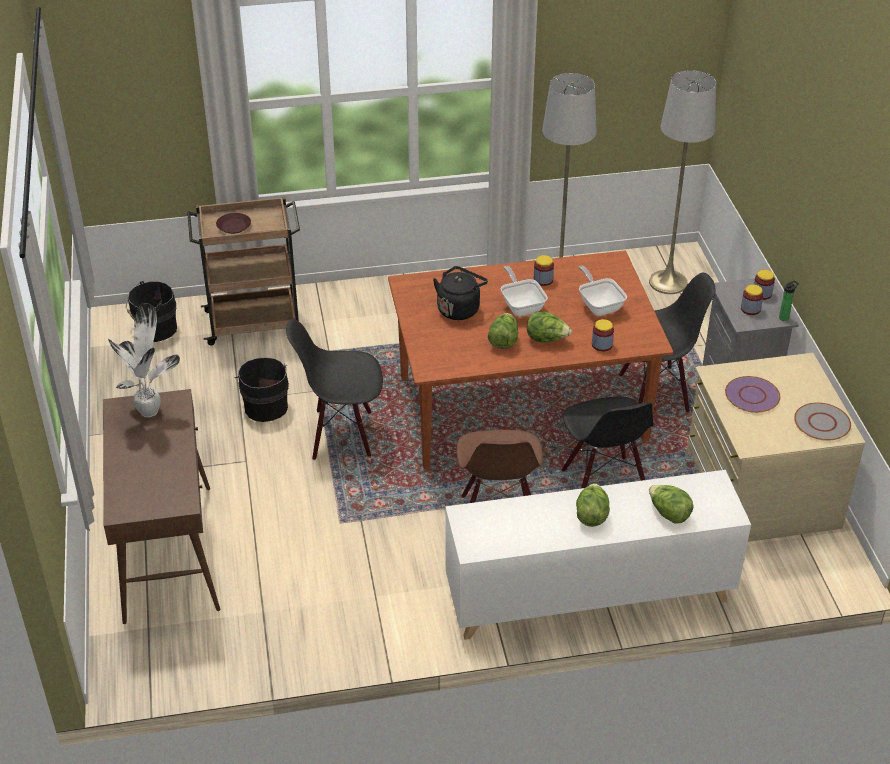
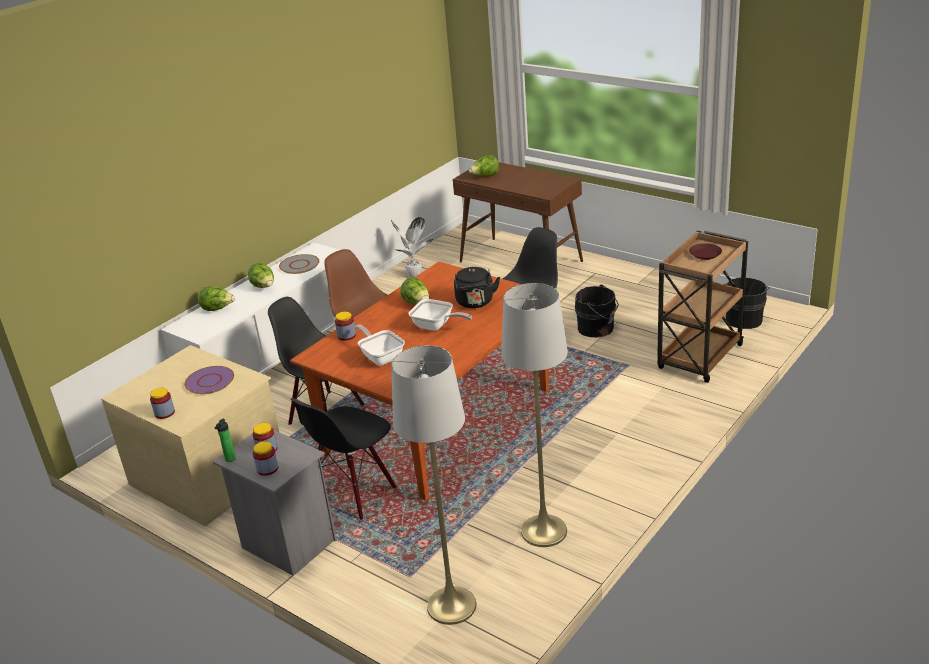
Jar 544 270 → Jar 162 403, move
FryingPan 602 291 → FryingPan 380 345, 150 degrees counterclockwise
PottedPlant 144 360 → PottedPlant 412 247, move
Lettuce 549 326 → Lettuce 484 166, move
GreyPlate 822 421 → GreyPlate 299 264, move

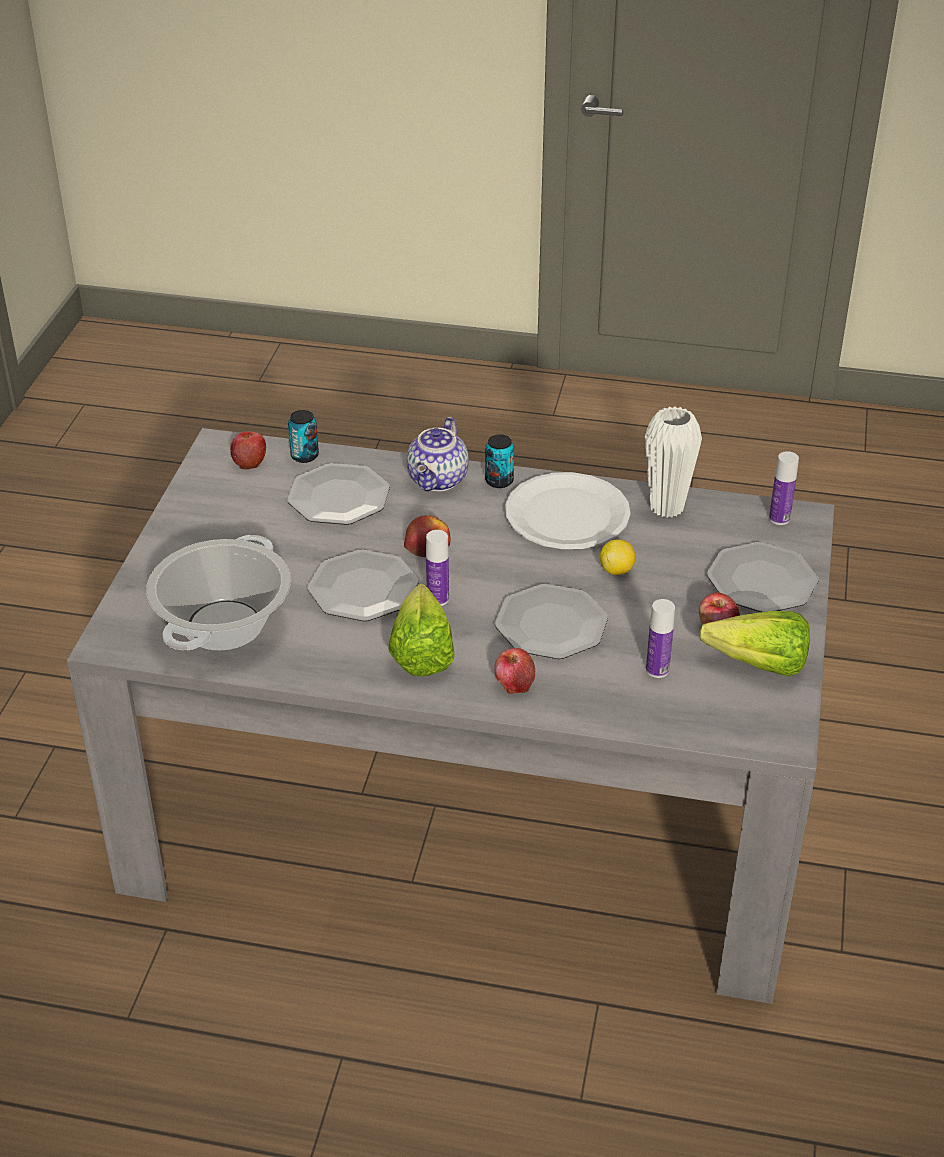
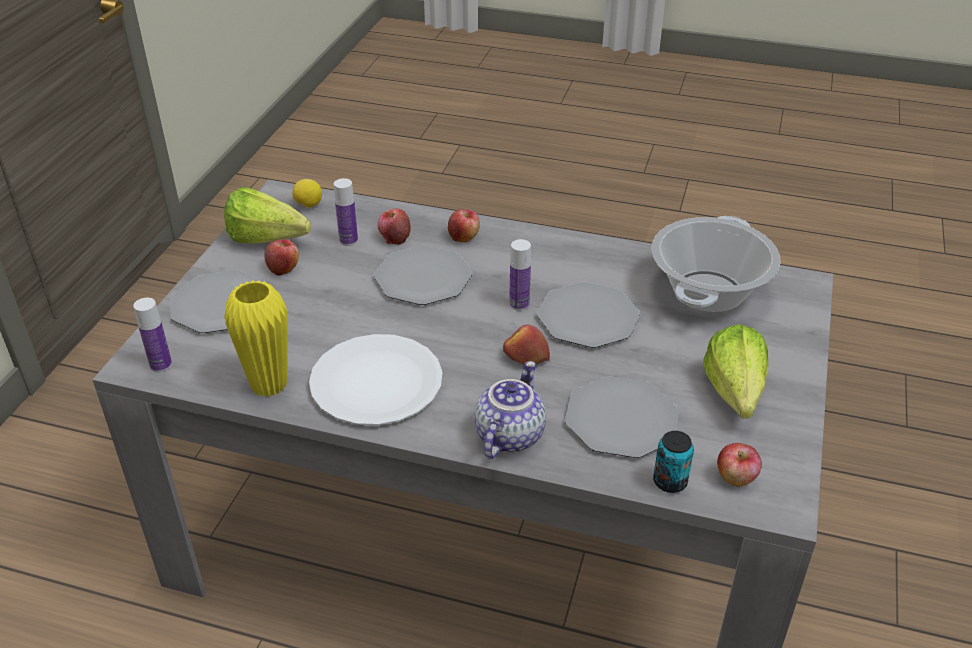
WhiteVase 673 462 → YellowVase 256 338
Can 499 461 → -
Lemon 618 557 → Lemon 307 193, move
Lettuce 422 630 → Lettuce 735 371, move
- → Apple 394 227

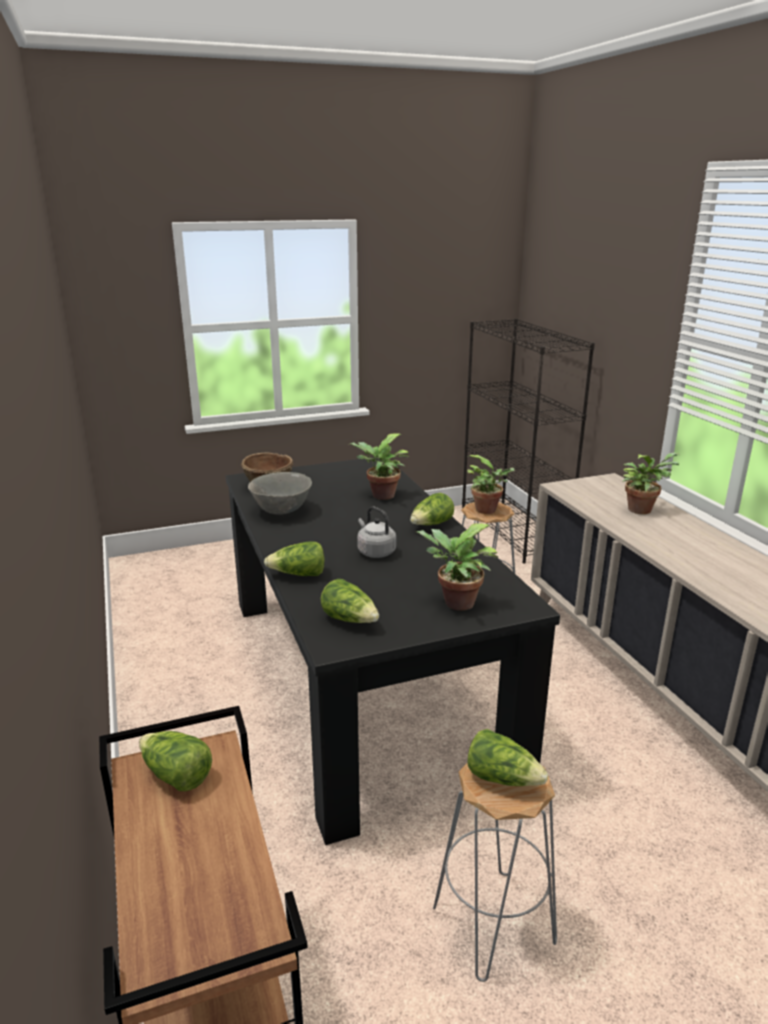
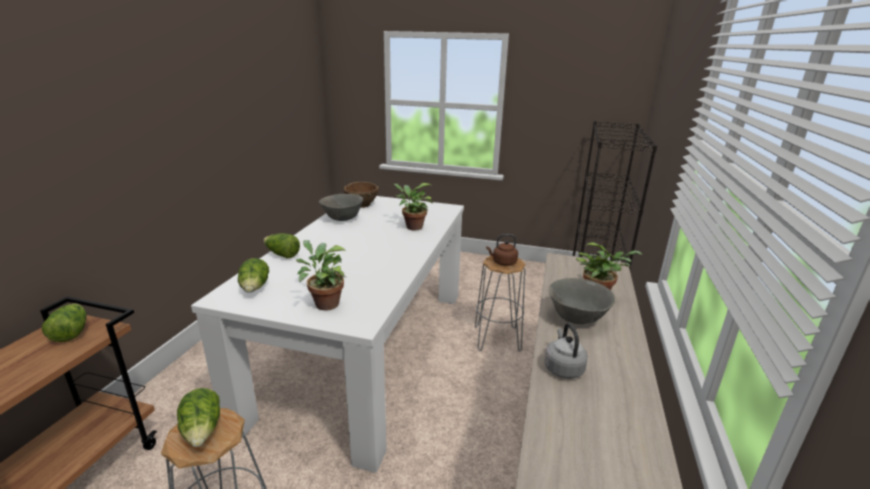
PottedPlant 490 484 → BrownKettle 502 250
BlackDiningTable 393 651 → WhiteDiningTable 327 334
Lettuce 432 509 → -
GreyKettle 376 532 → GreyKettle 566 351, move
- → GreyBowl 581 301

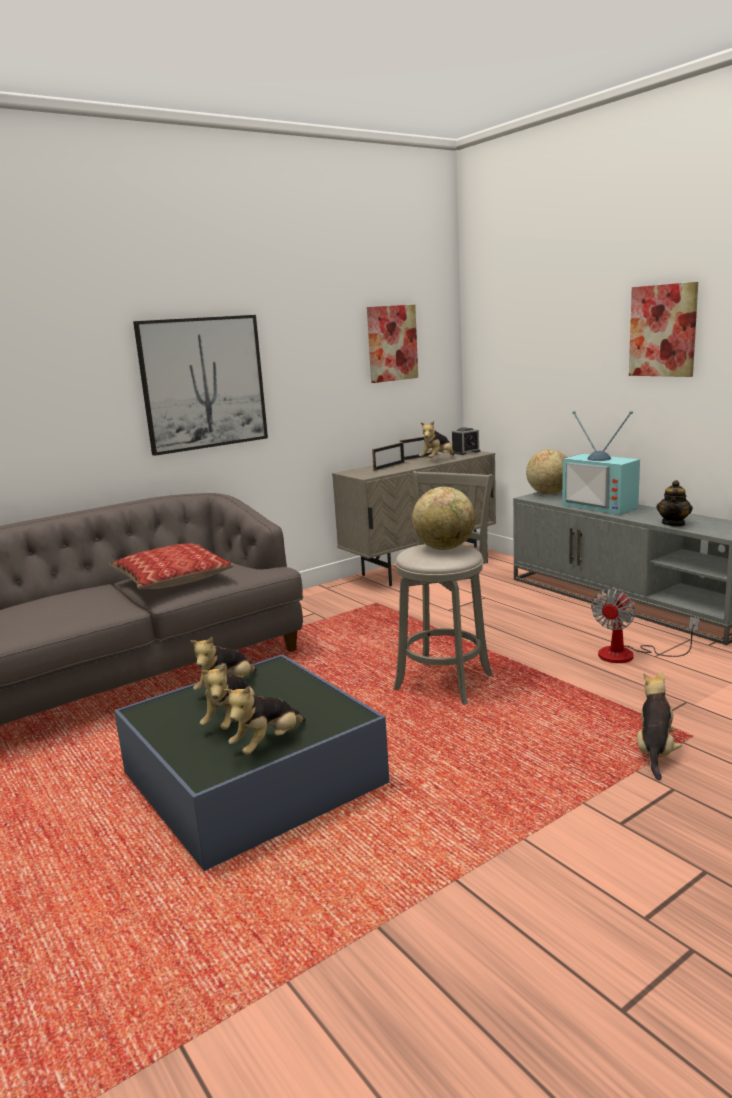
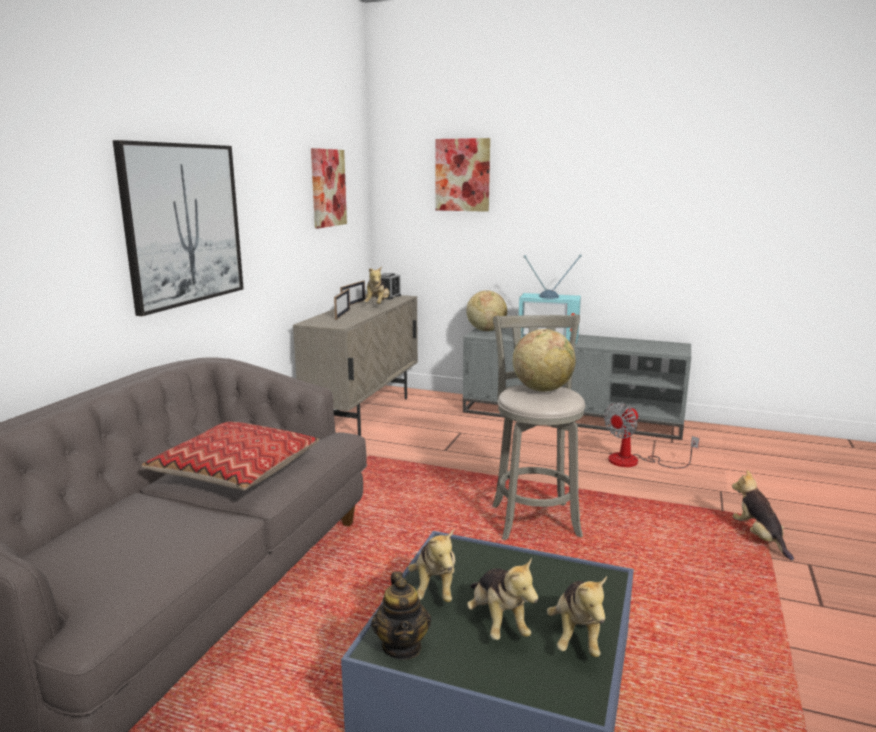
Picture 663 329 → Picture 463 175, move
Teapot 674 503 → Teapot 401 615, move
Fan 645 625 → Fan 651 435, 45 degrees clockwise

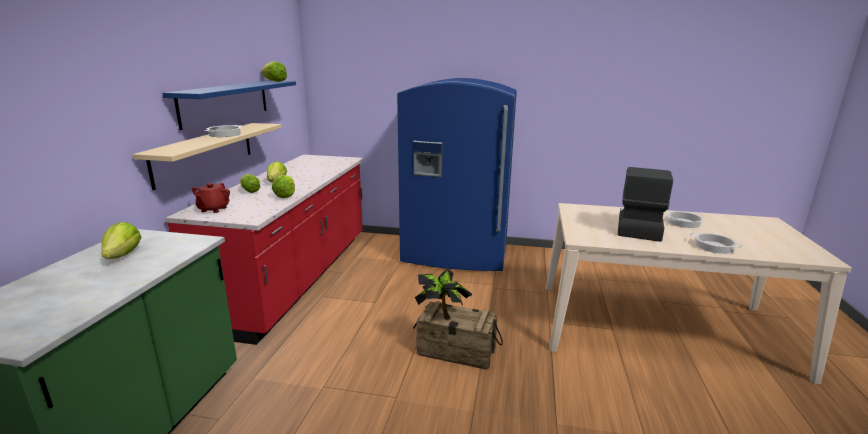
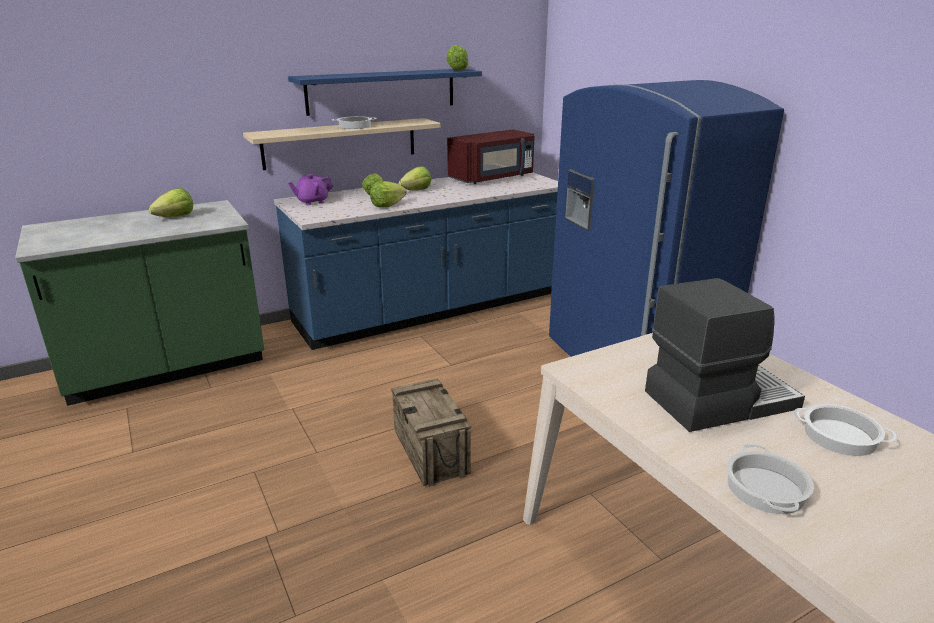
RedCounter 265 250 → BlueCounter 416 261
RedTeapot 211 198 → PurpleTeapot 310 189
PottedPlant 443 294 → -
- → RedMicrowave 490 156

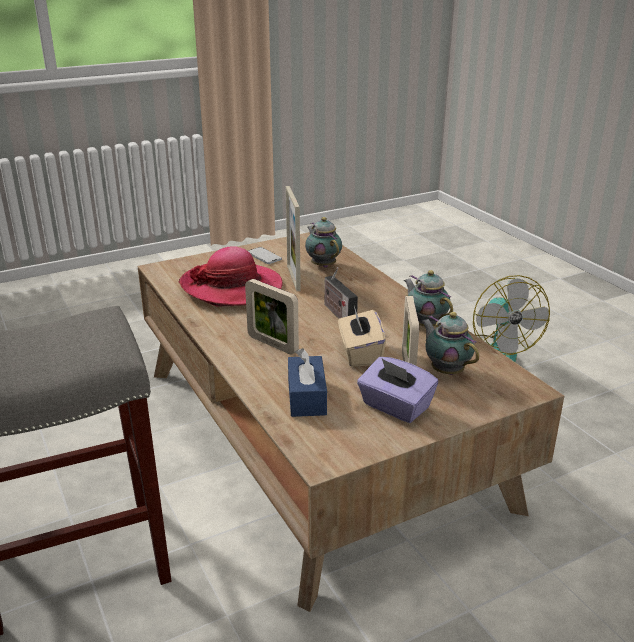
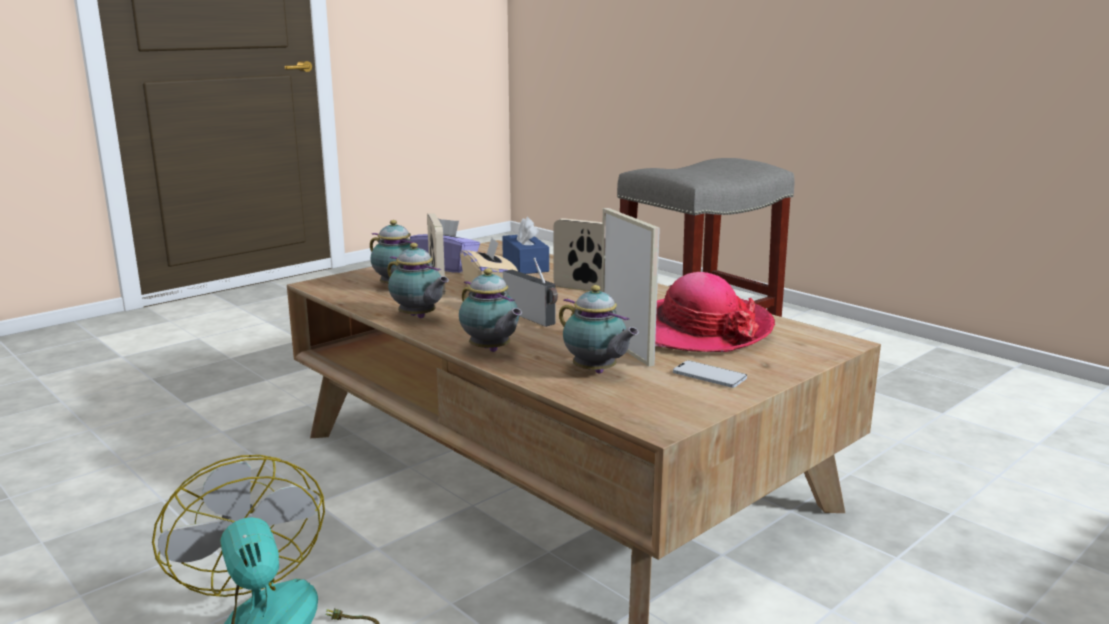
- → Teapot 490 310

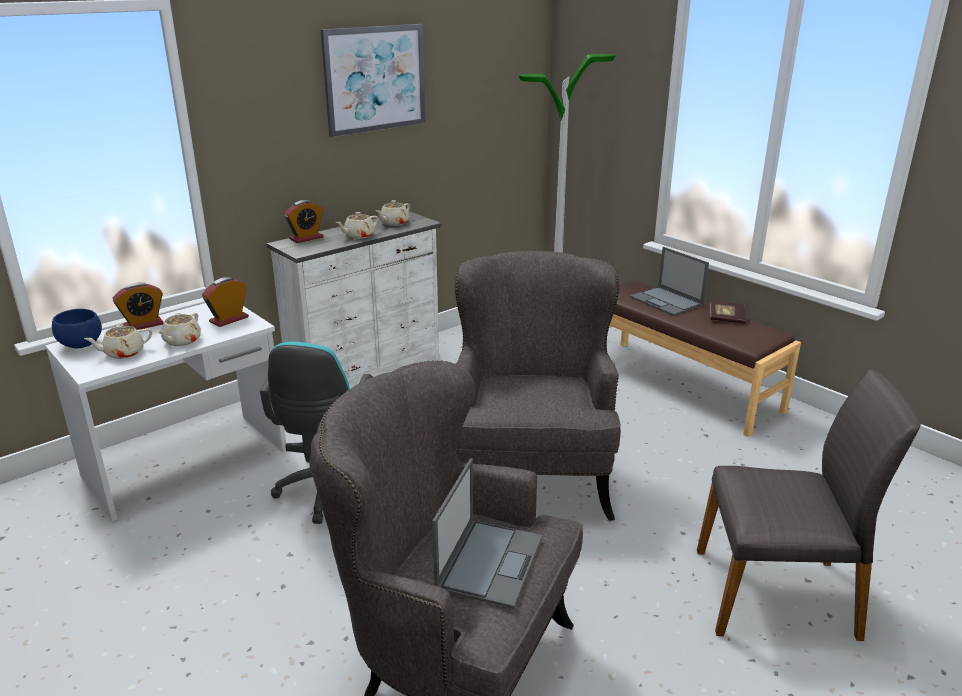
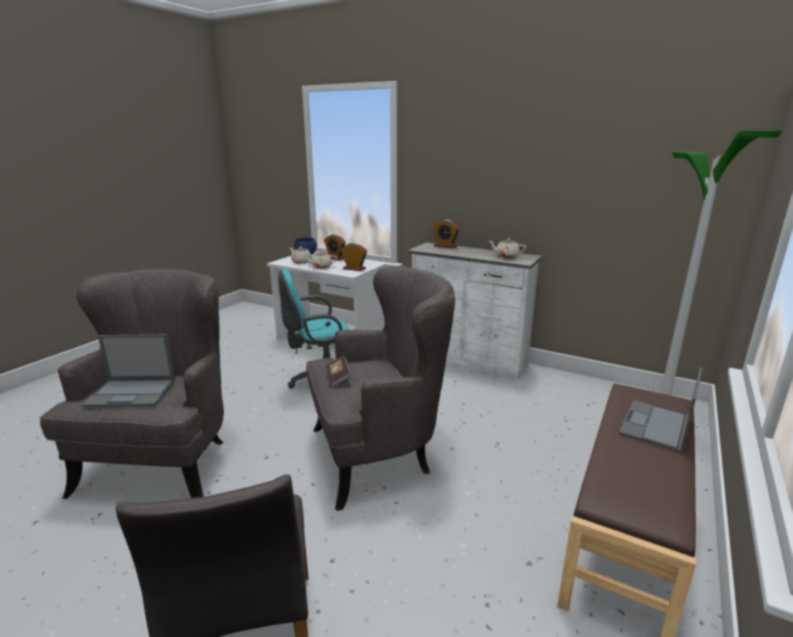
Picture 373 80 → -
BeigeTeapot 357 225 → -
Book 727 312 → Book 338 371, move

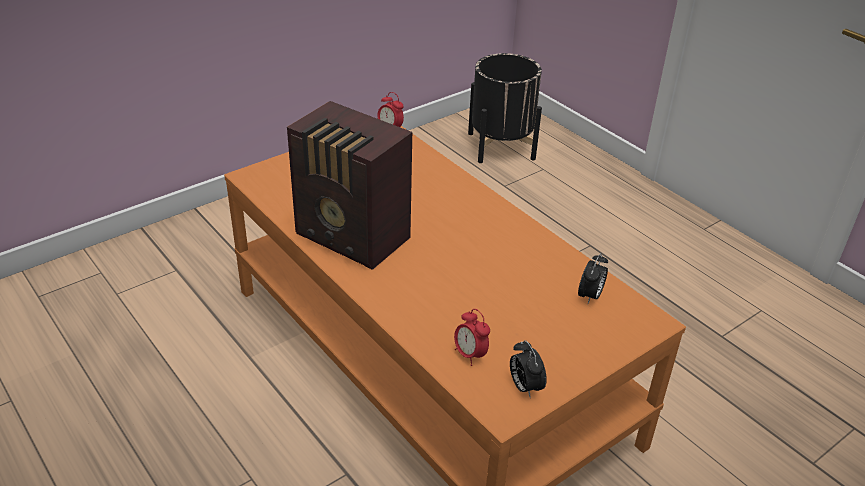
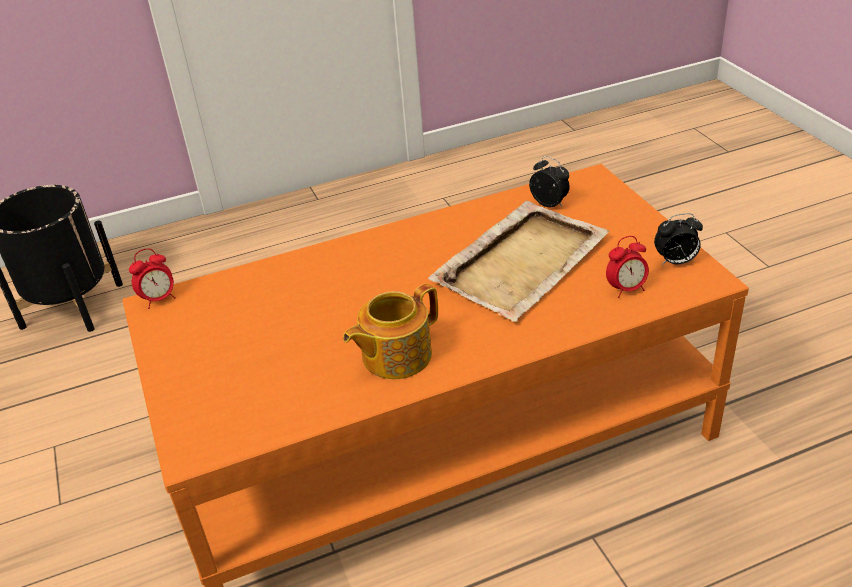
Radio 349 185 → Teapot 390 331
- → BeigeTray 519 261

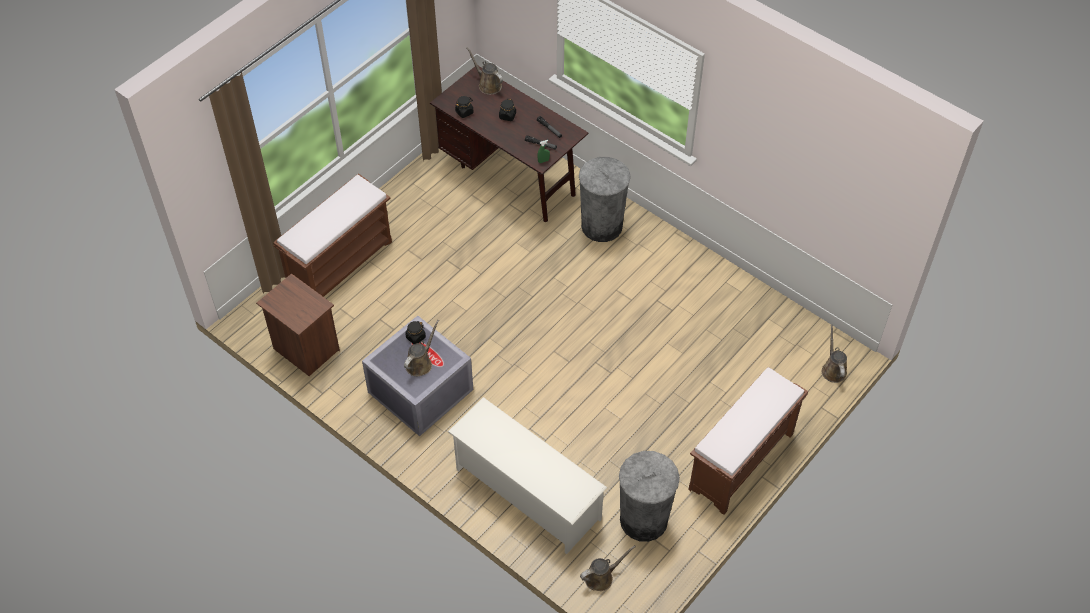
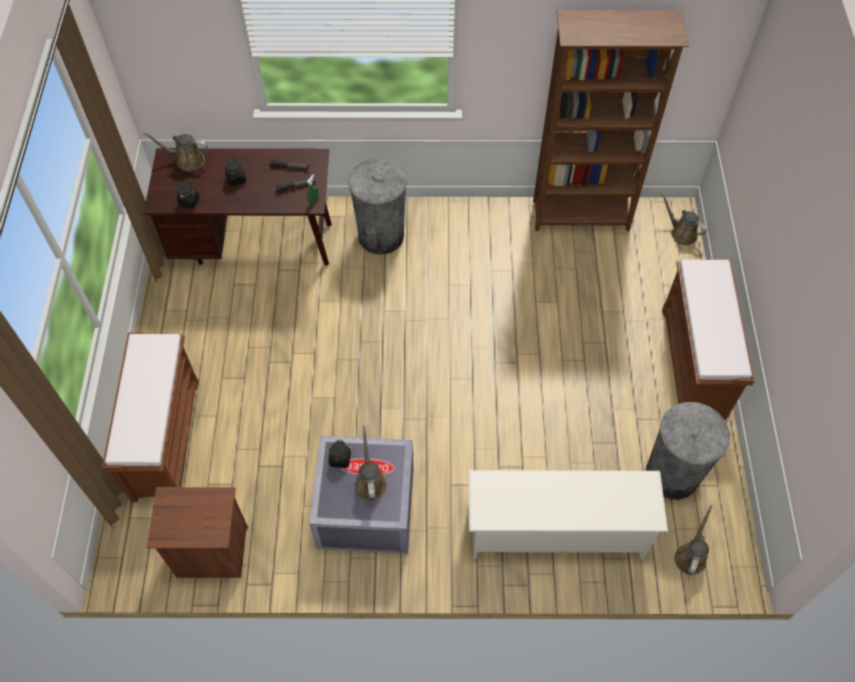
- → BrownBookcase 611 120

